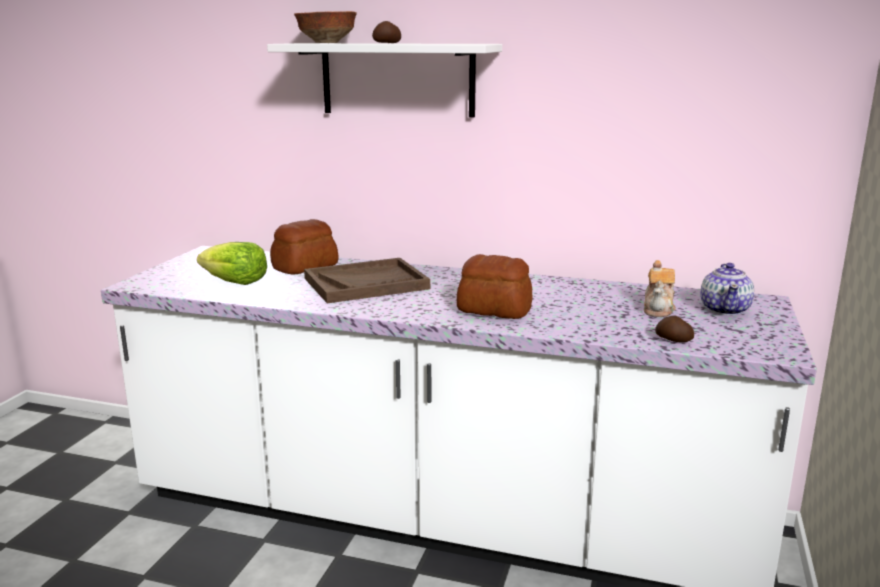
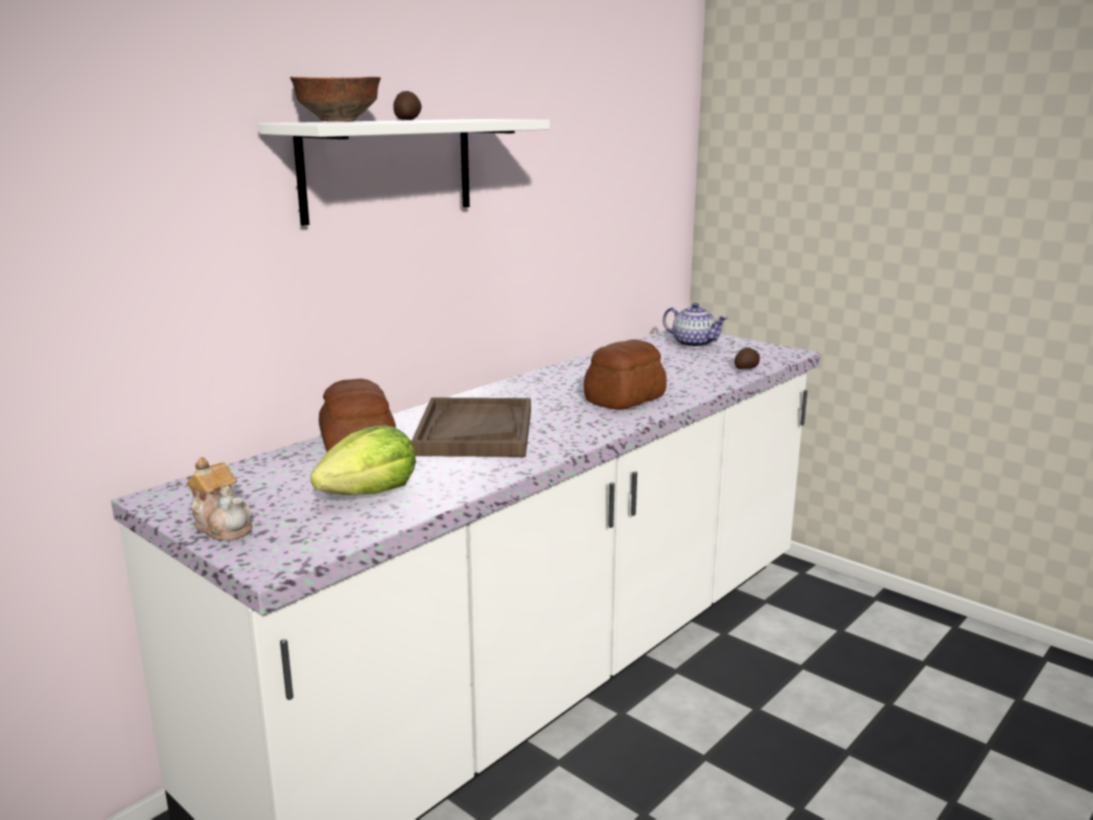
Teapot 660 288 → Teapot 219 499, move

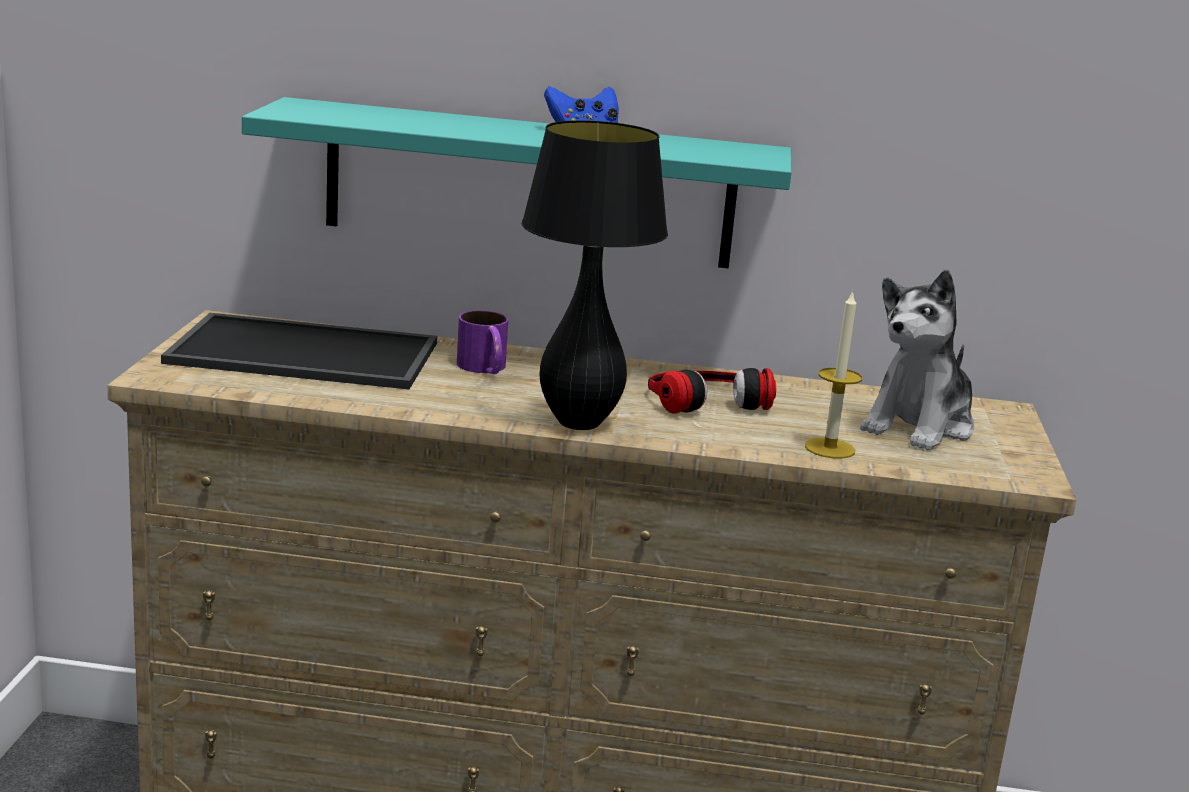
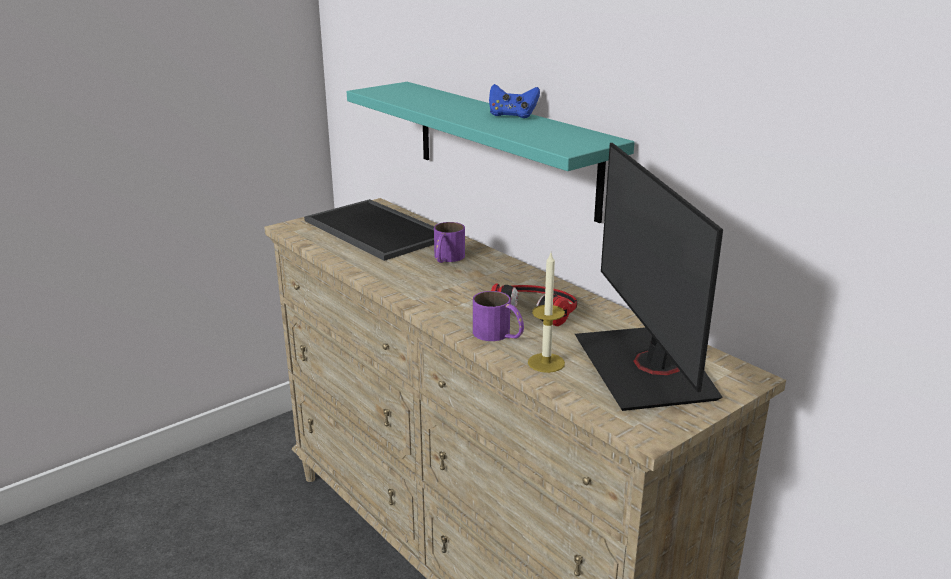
BlackTableLamp 594 275 → -
PlushToy 917 360 → Monitor 649 277
- → PurpleMug 498 316

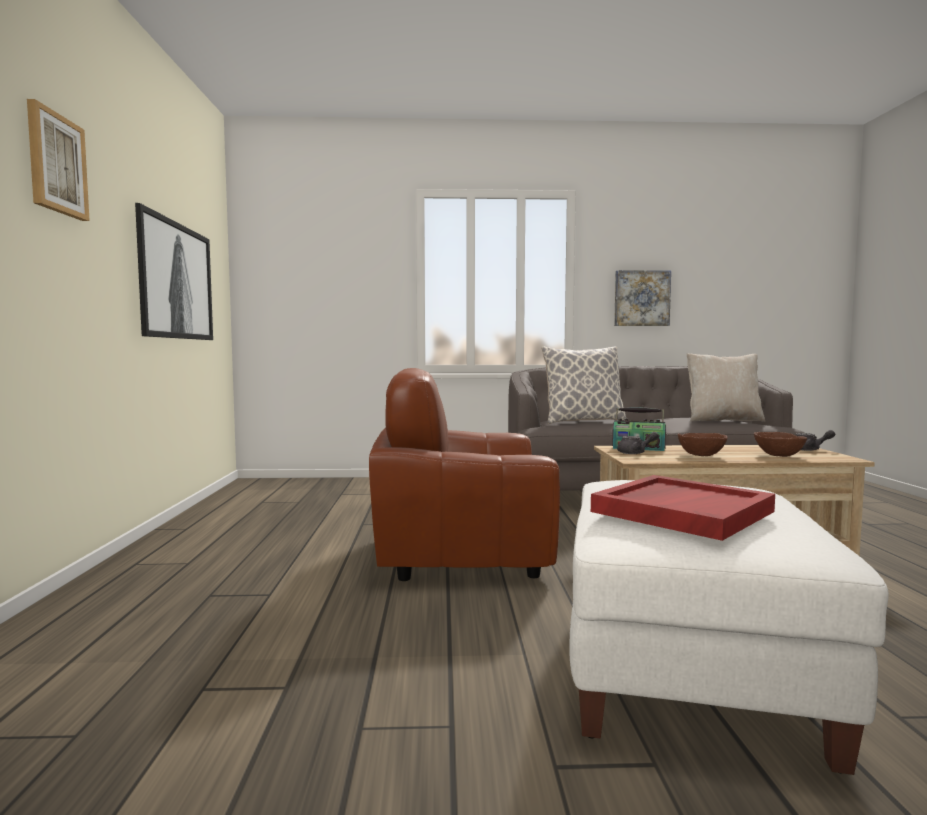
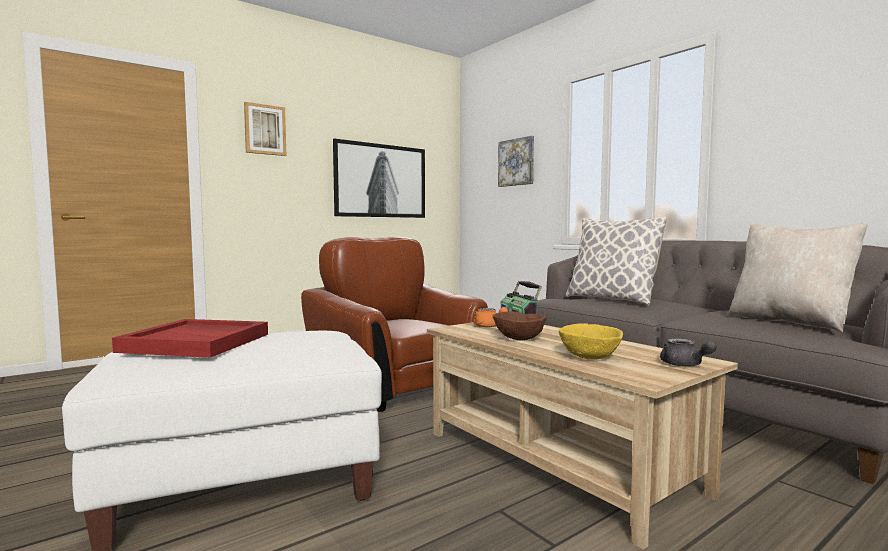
Picture 642 298 → Picture 516 161, move
GreyTeapot 638 443 → OrangeTeapot 490 317
BrownBowl 780 444 → YellowBowl 590 341

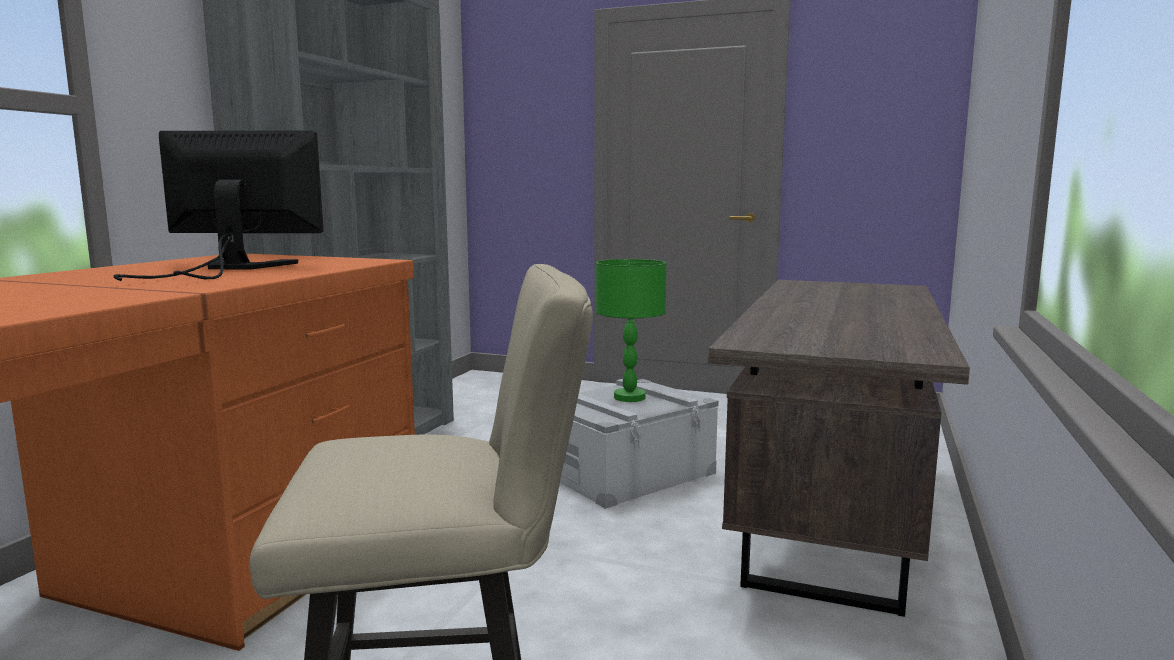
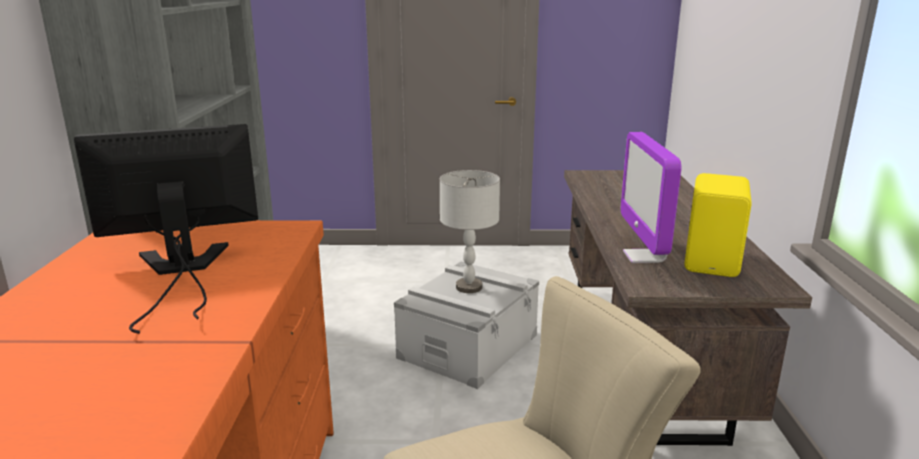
GreenTableLamp 631 330 → GreyTableLamp 470 231
- → Monitor 651 197
- → YellowSpeaker 718 225

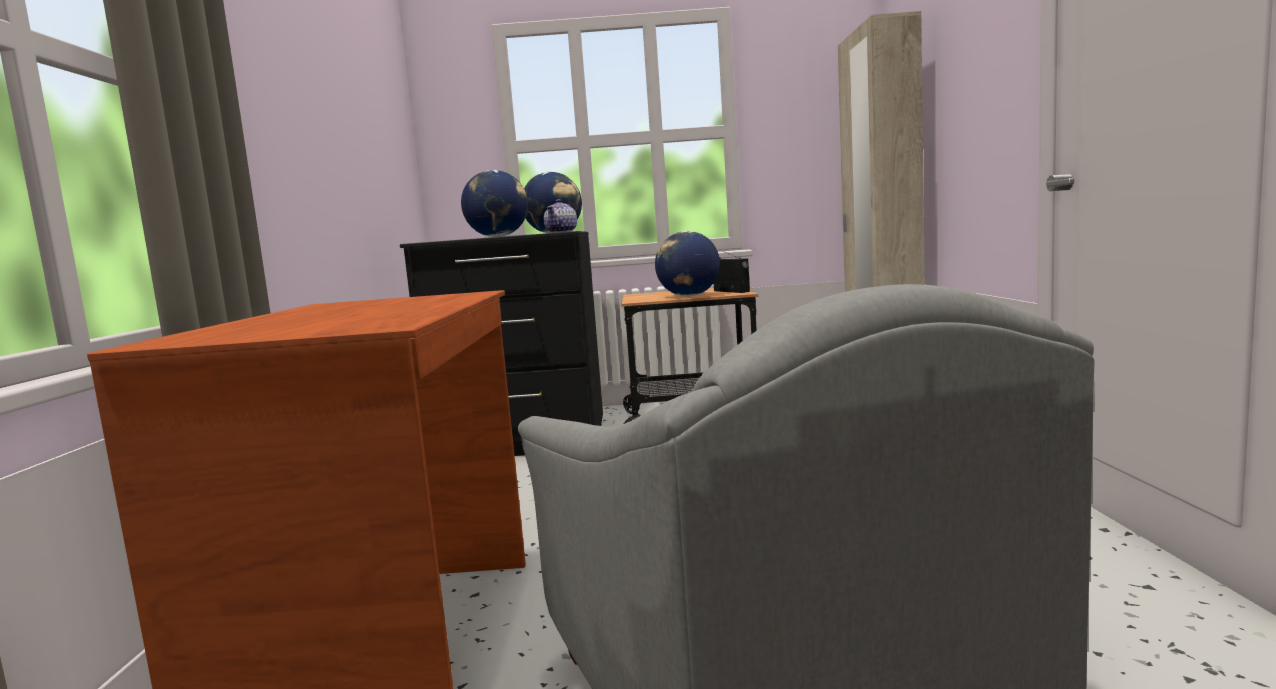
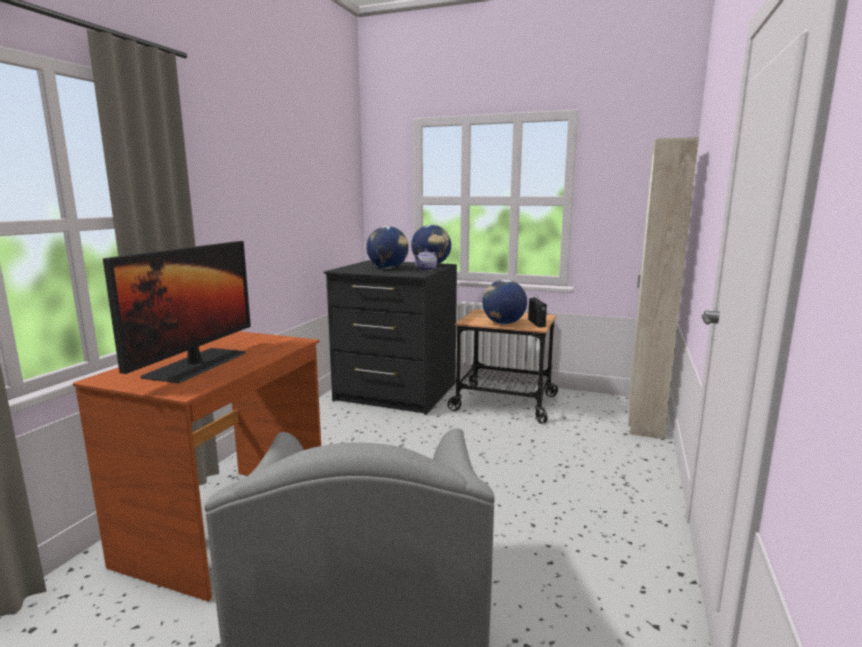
- → Monitor 177 312

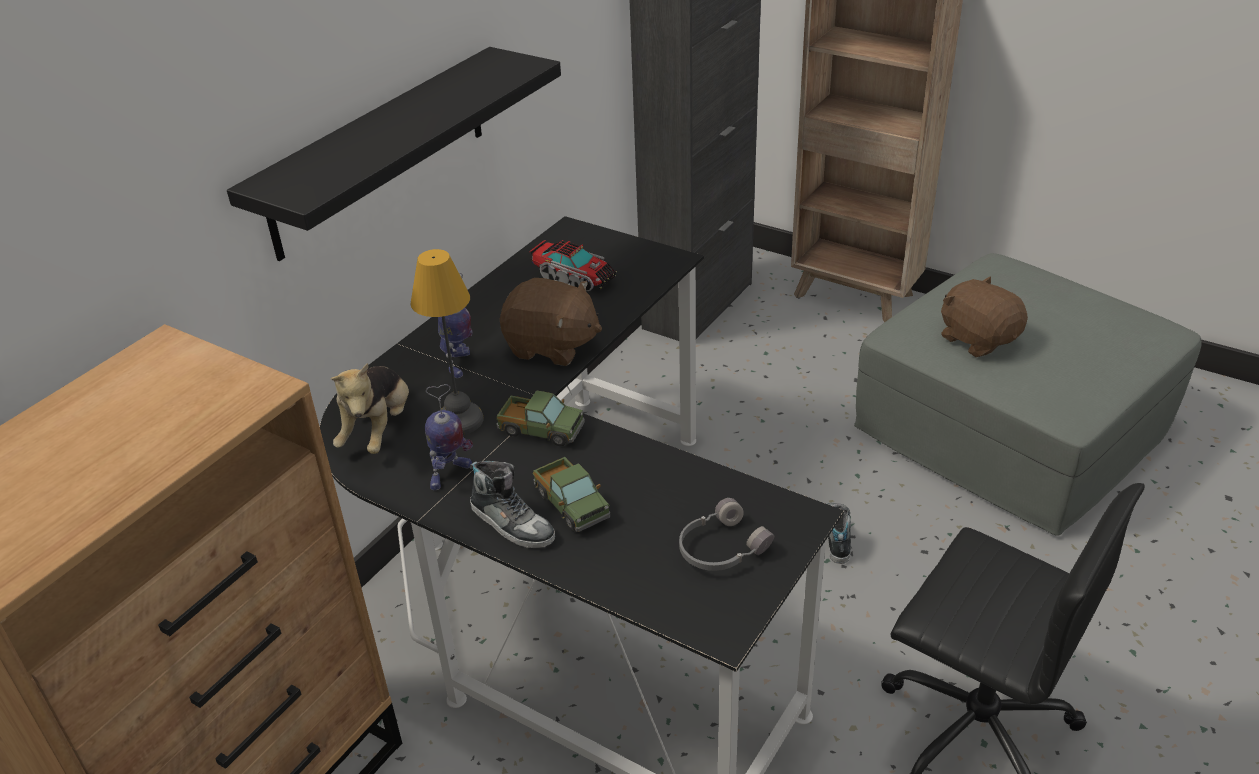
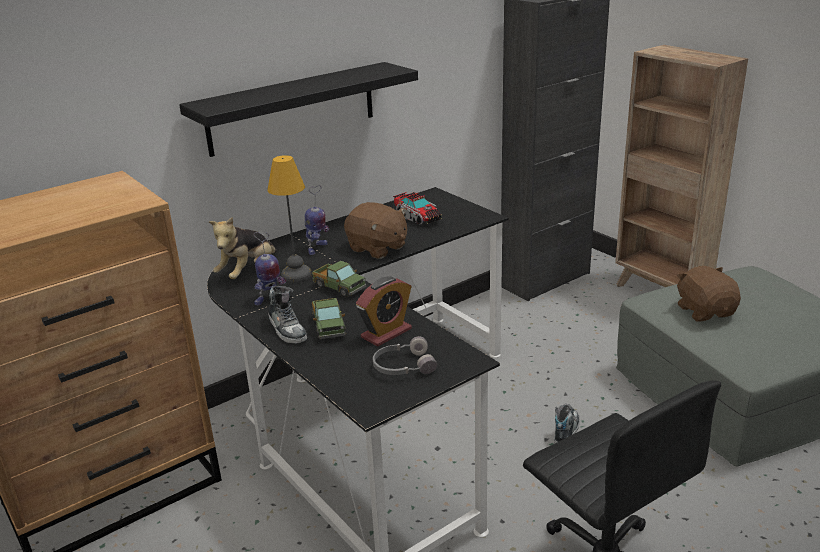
- → AlarmClock 384 311

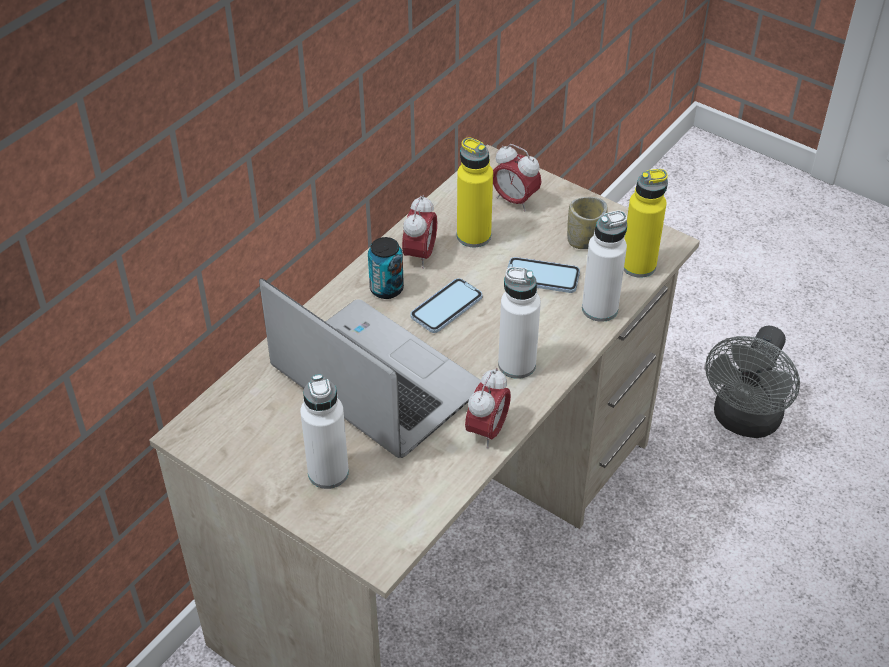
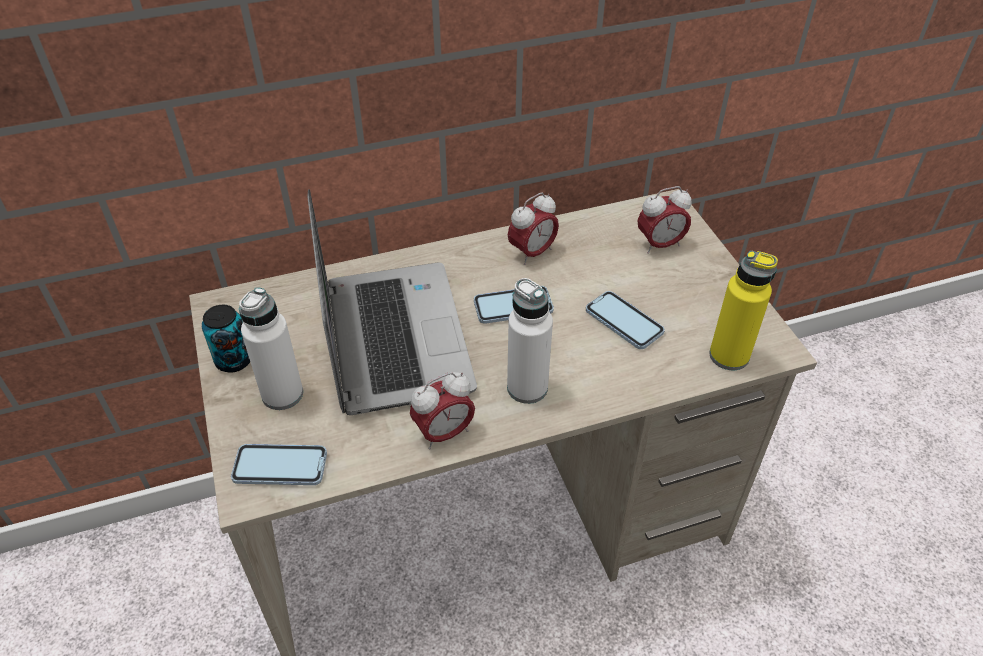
YellowBottle 475 192 → -
AlarmClock 517 177 → AlarmClock 665 220, 90 degrees counterclockwise
Cup 587 223 → -
WhiteBottle 604 266 → -
Can 386 268 → Can 226 339, move
GreyFan 752 381 → -
- → Phone 279 464

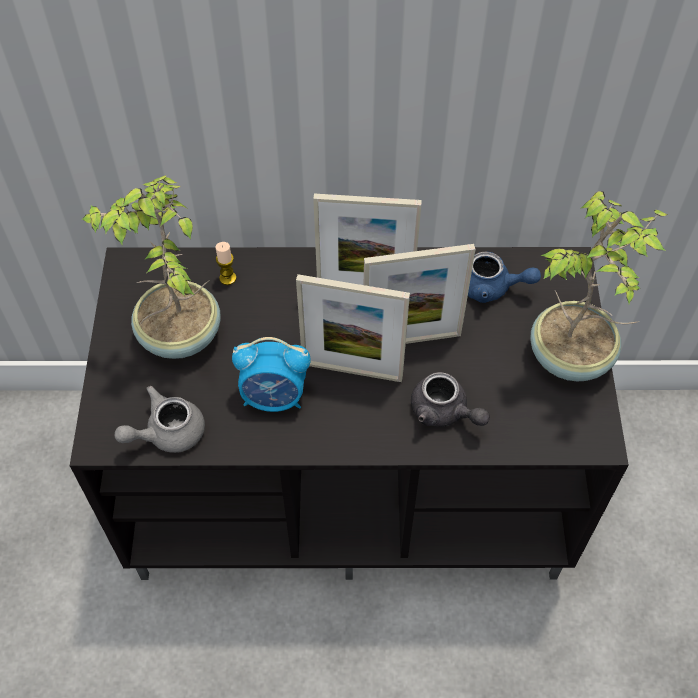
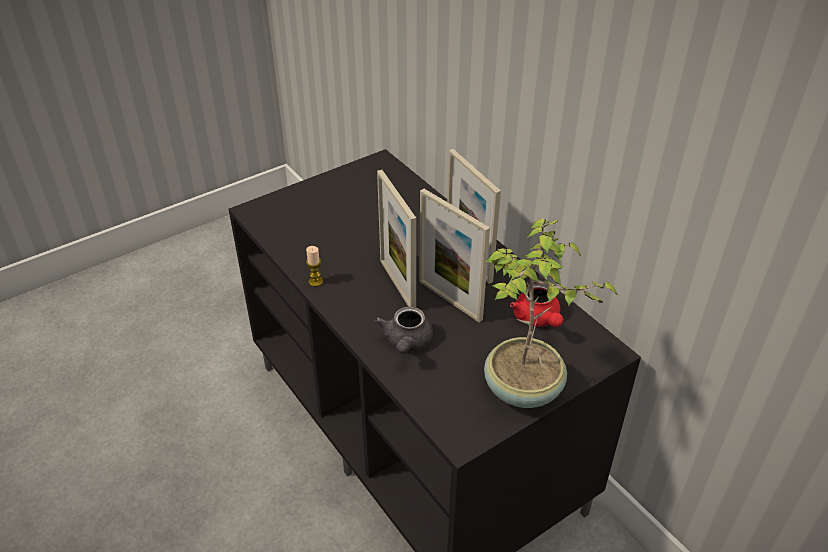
PottedPlant 151 267 → -
Candle 225 263 → Candle 314 266, move
BlueTeapot 504 277 → RedTeapot 537 305
AlarmClock 271 374 → -
GreyTeapot 160 419 → -

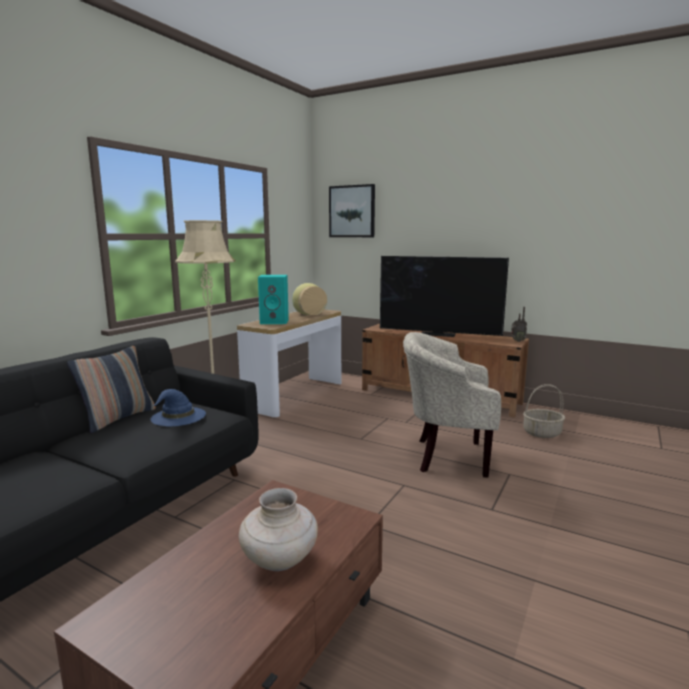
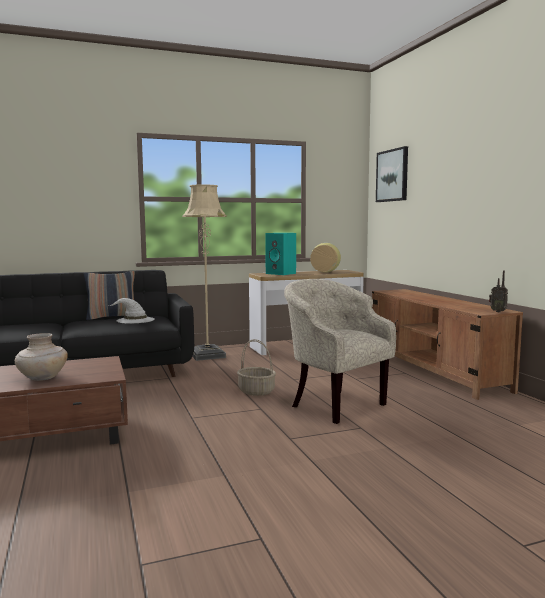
Television 444 296 → -
Basket 544 411 → Basket 256 367, move
BlueHat 178 408 → WhiteHat 132 311

